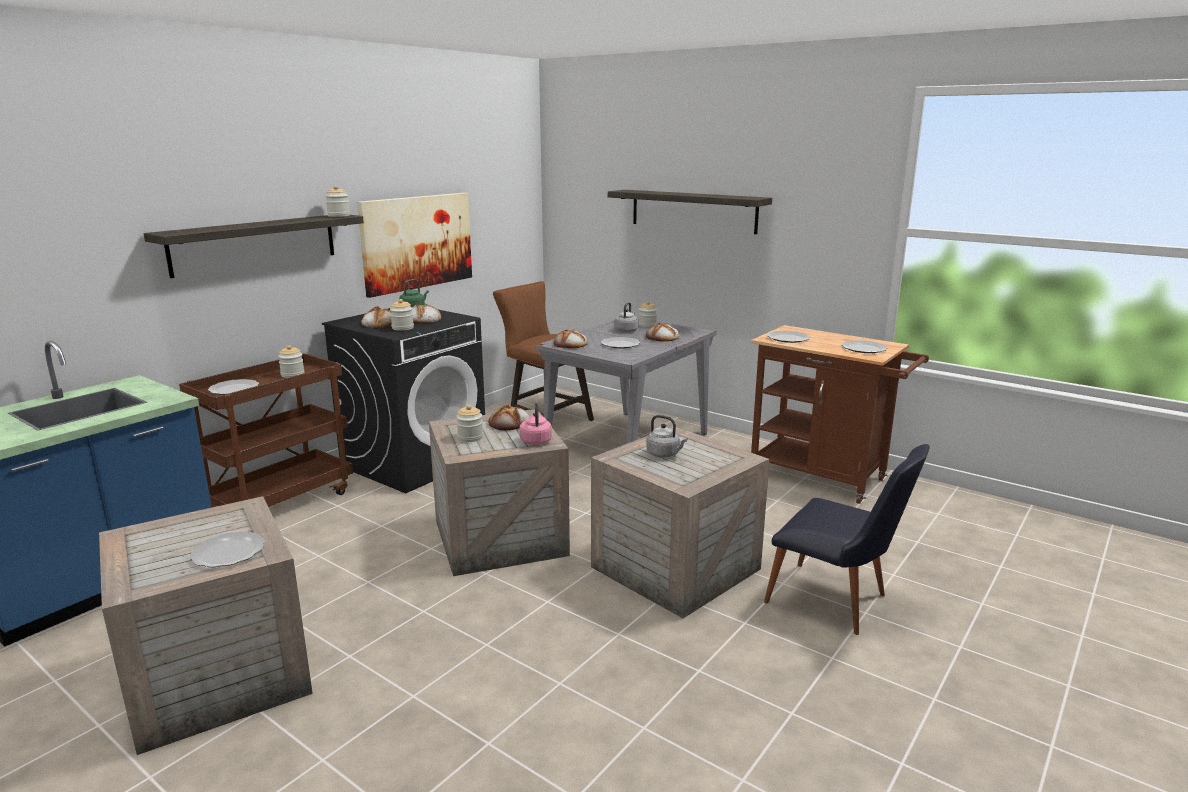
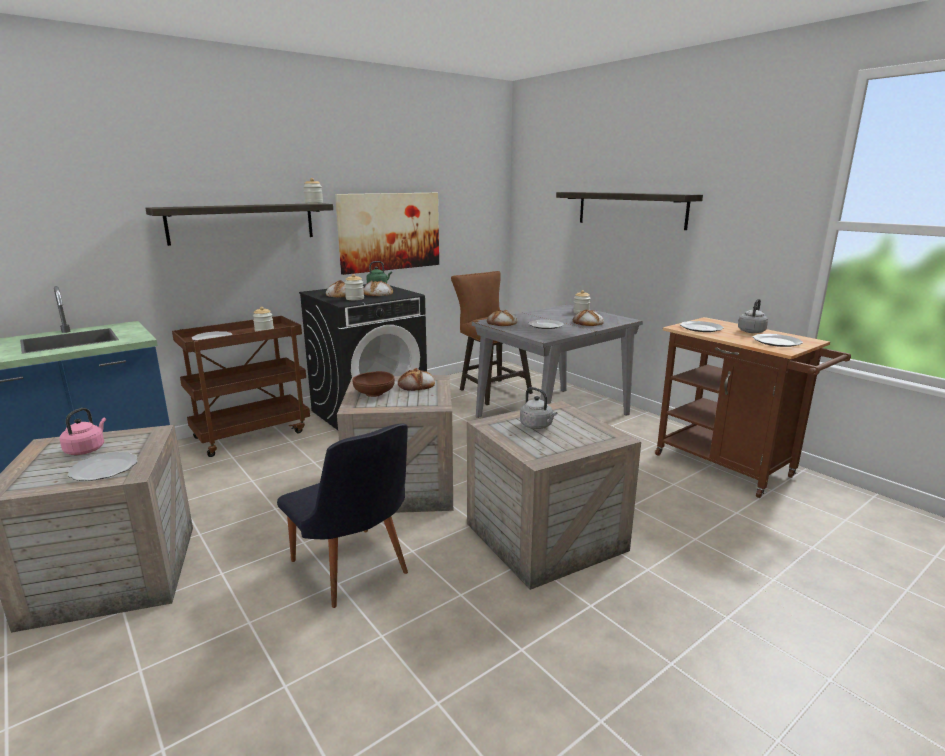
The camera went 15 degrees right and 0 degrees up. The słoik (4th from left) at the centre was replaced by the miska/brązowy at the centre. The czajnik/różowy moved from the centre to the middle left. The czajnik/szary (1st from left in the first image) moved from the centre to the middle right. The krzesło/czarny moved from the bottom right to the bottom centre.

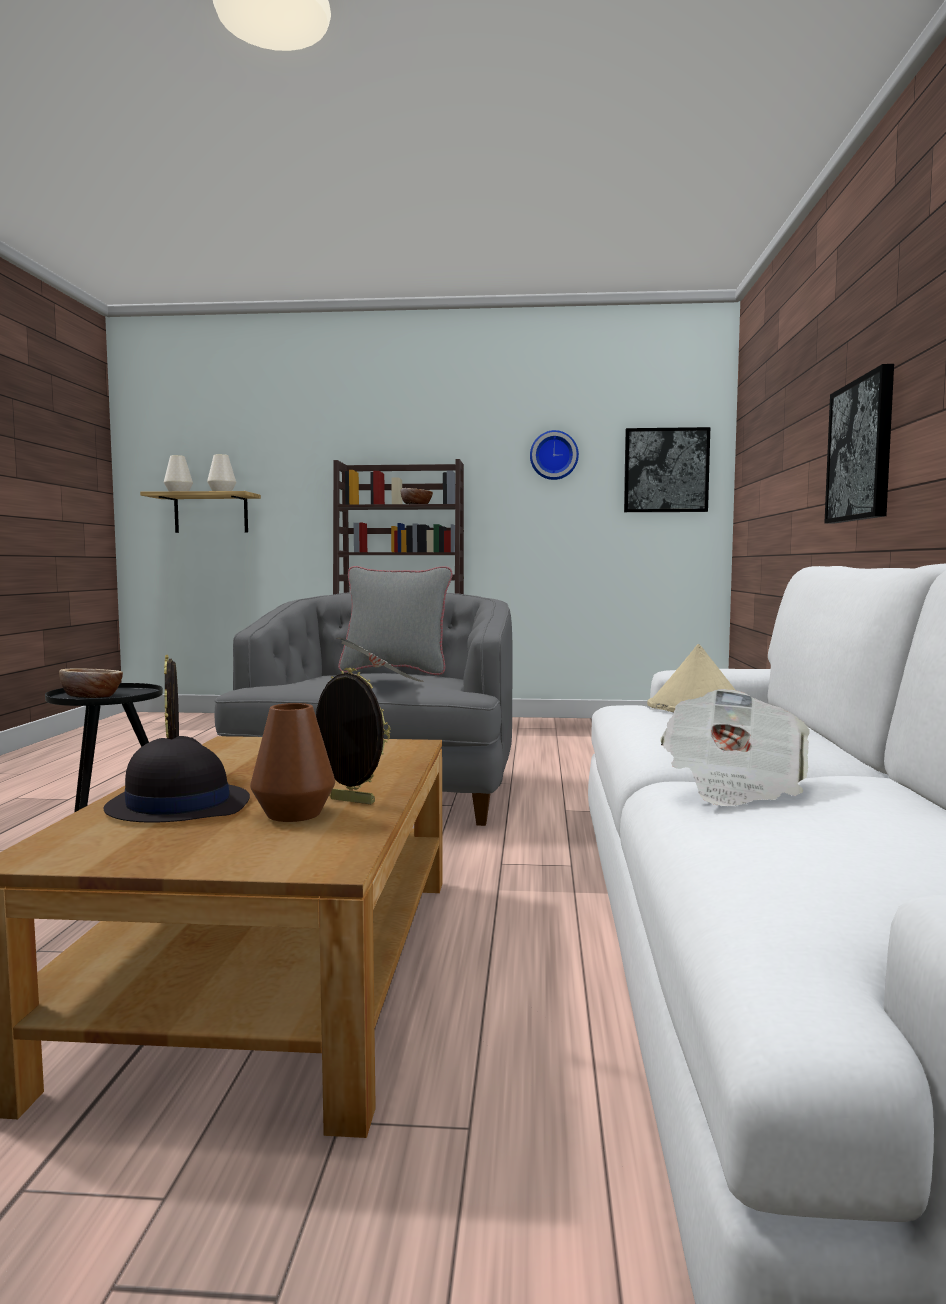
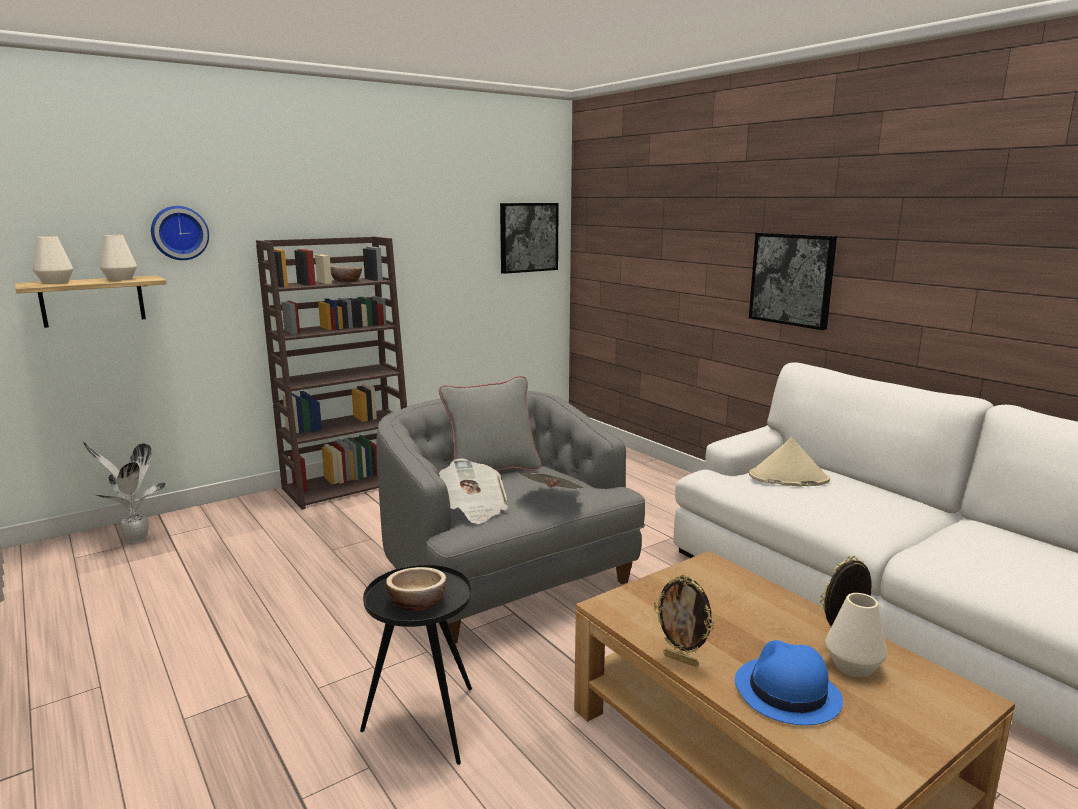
The camera went 40 degrees left and 10 degrees up. The kapelusz/czarny at the middle left became the kapelusz/niebieski at the bottom right. The wazon/brązowy at the middle left became the wazon/biały (3rd from left) at the bottom right. The zegar ścienny moved from the centre to the top left. The gazeta (2nd from left in the first image) moved from the middle right to the centre. The roślina doniczkowa at the middle left appeared.

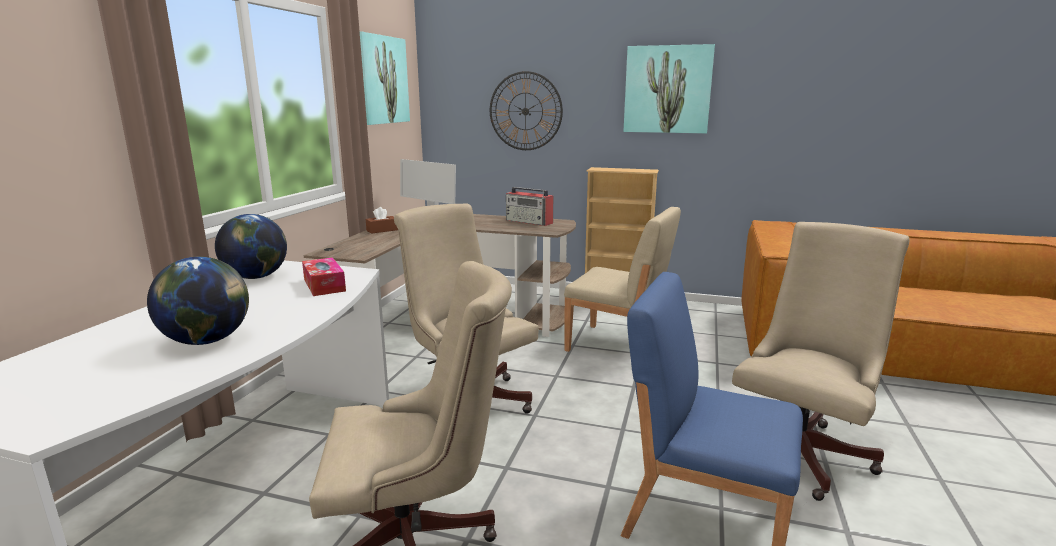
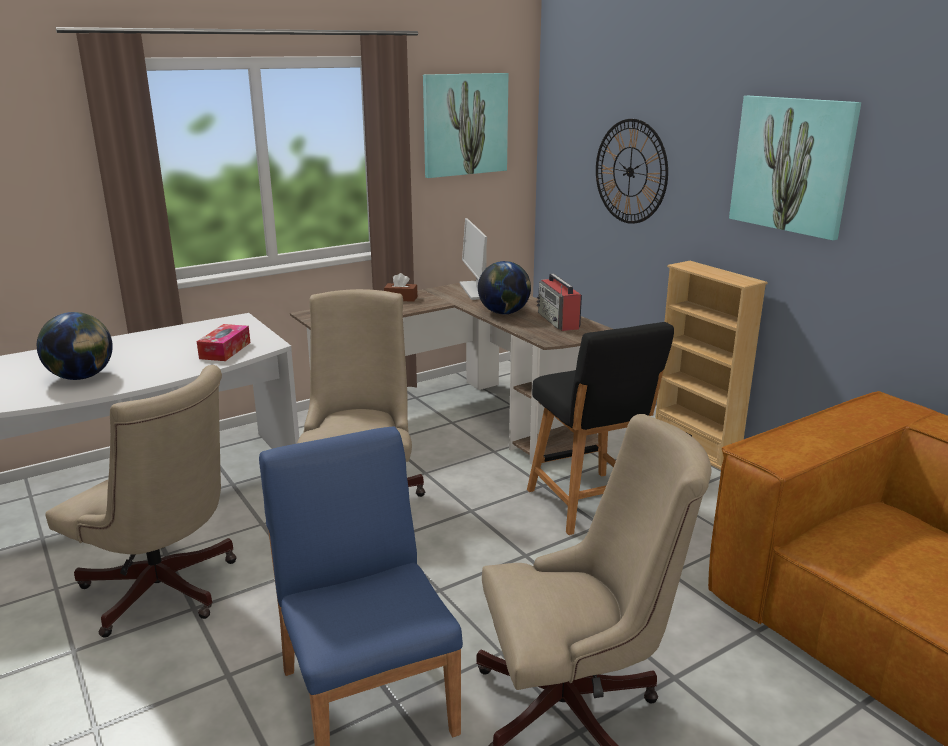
The camera went 40 degrees right and 5 degrees up. The globus (2nd from left) moved from the middle left to the centre. The krzesło/beżowy at the centre was replaced by the stołek/czarny at the centre.

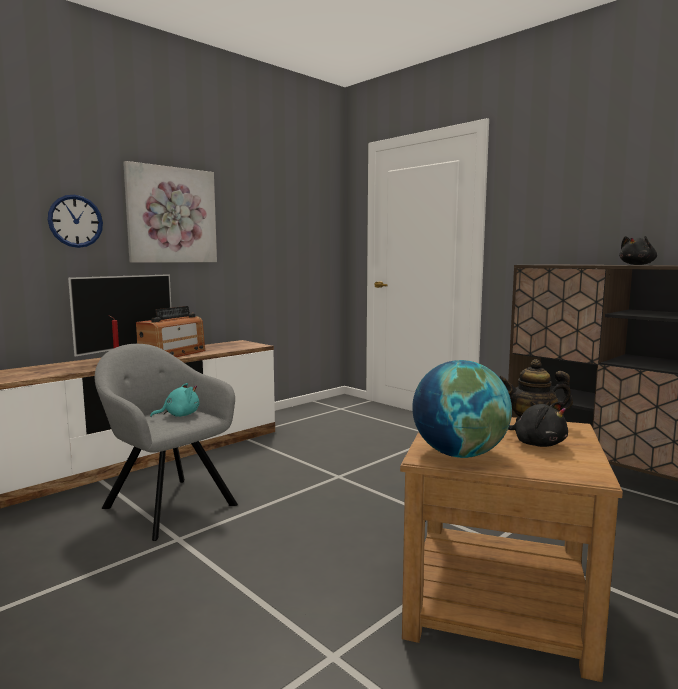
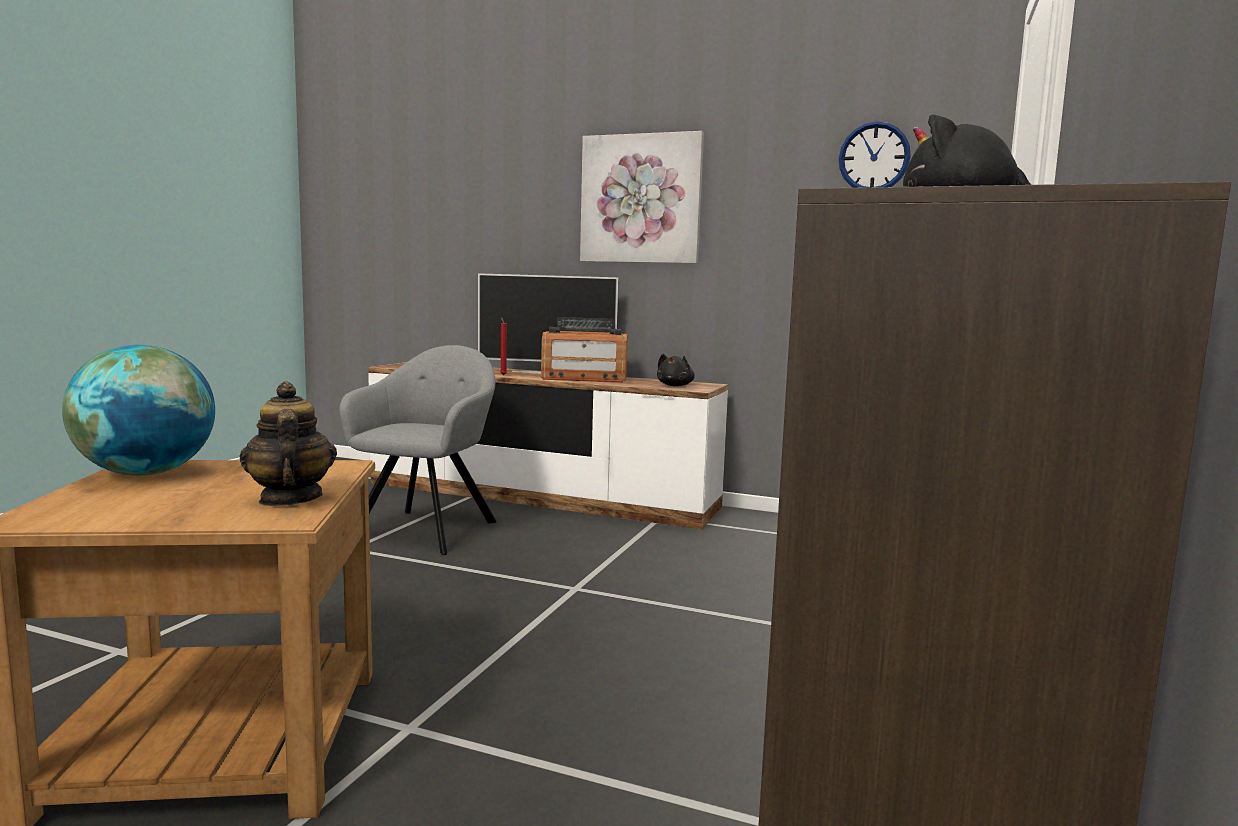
The camera went 65 degrees right and 0 degrees up. The zegar ścienny moved from the top left to the top right. The pluszak/turkusowy at the middle left disappeared. The pluszak/czarny (1st from left) moved from the middle right to the centre.

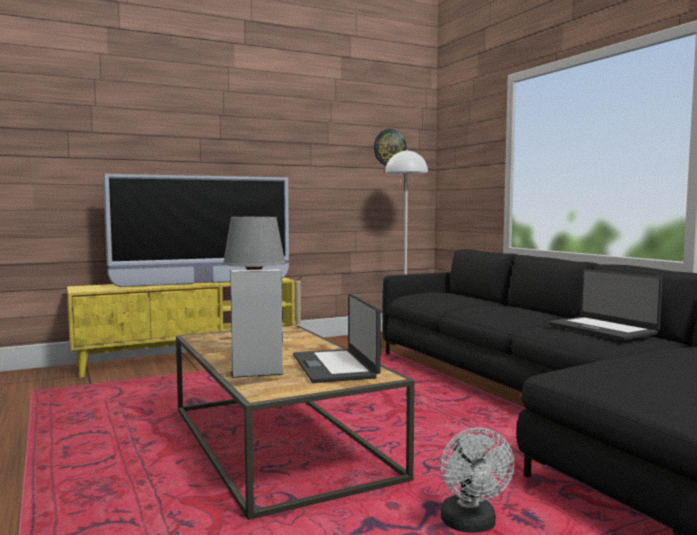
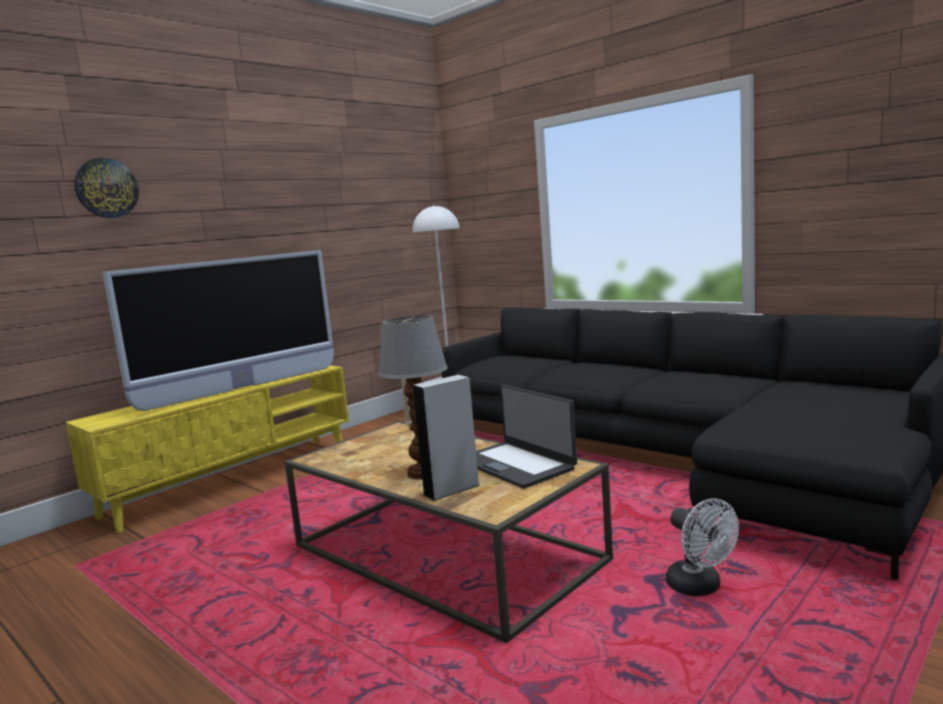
The camera went 20 degrees left and 5 degrees up. The zegar ścienny moved from the top centre to the top left. The laptop (2nd from left) at the middle right disappeared.

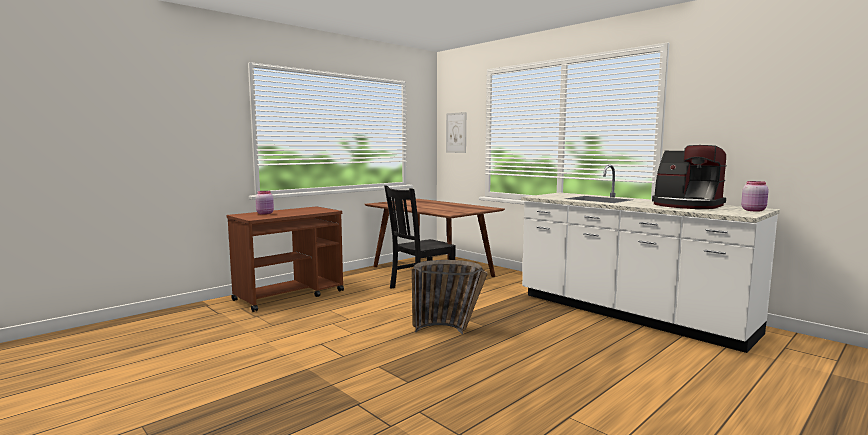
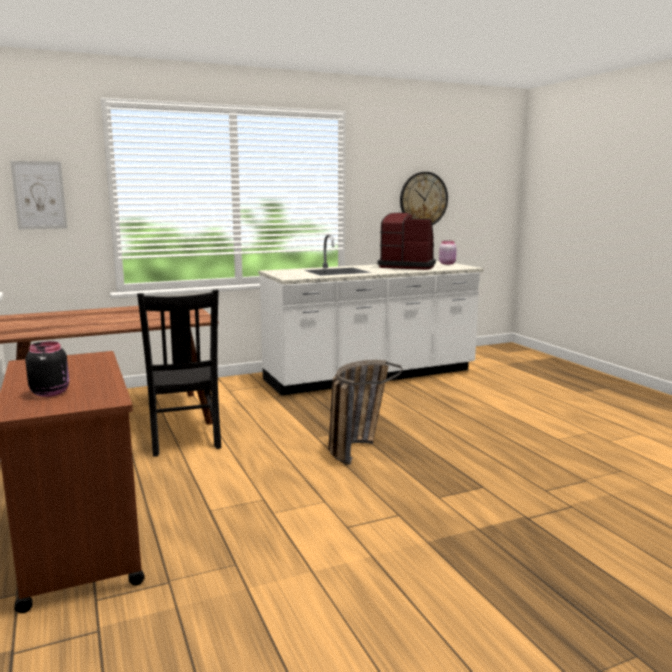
The camera went 70 degrees left and 5 degrees up. The słoik/różowy (1st from left) at the middle left became the słoik/czarny at the middle left. The ekspres do kawy at the middle right turned 135 degrees counterclockwise. The zegar ścienny at the top centre appeared.

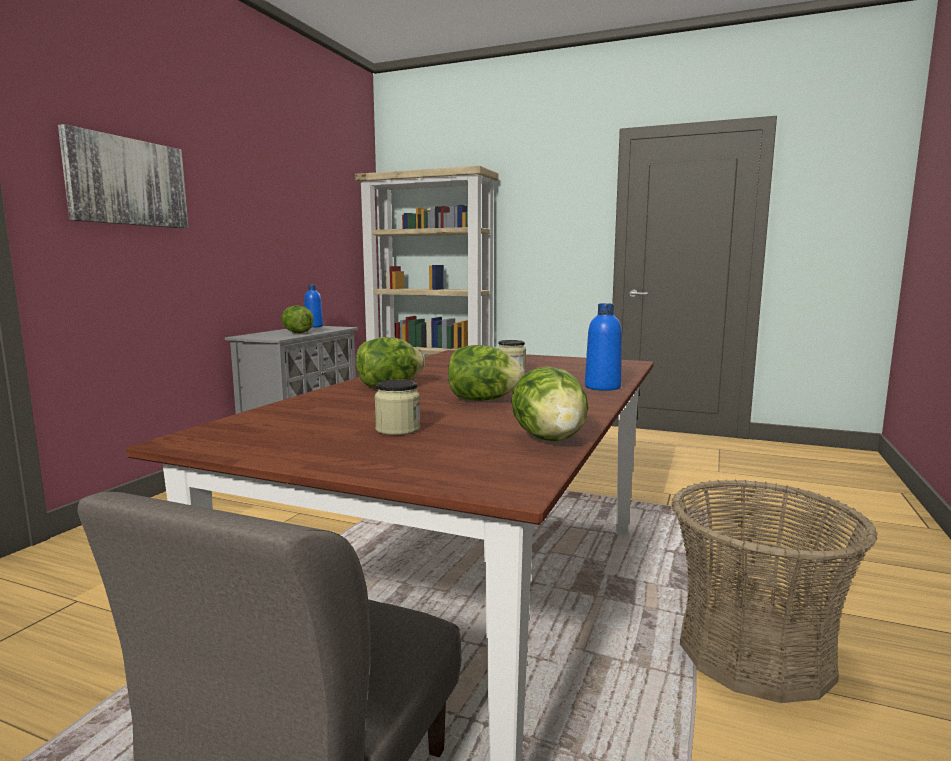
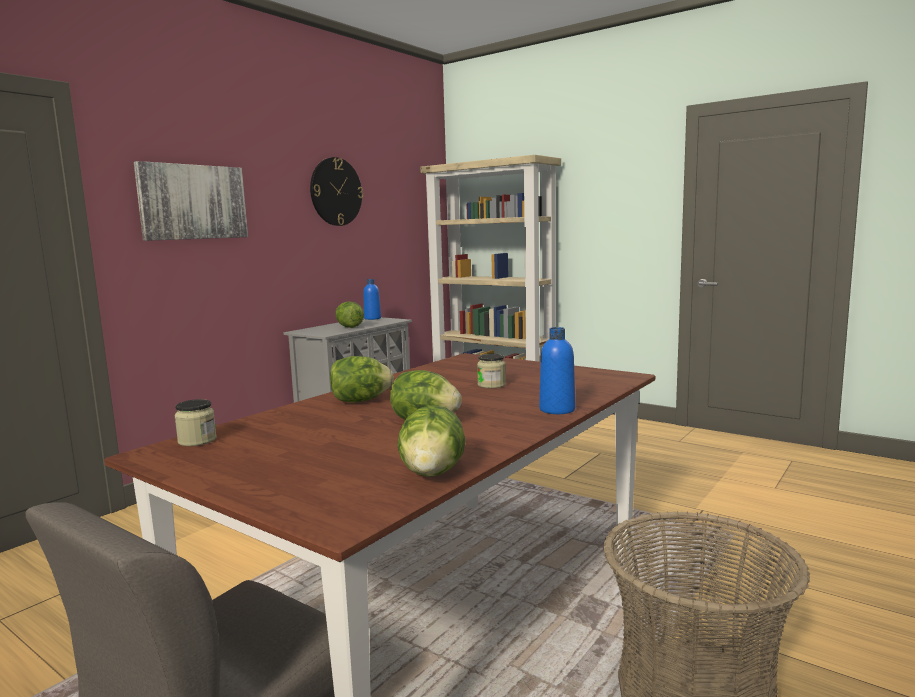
The camera went 15 degrees right and 0 degrees up. The słoik (1st from left) moved from the centre to the middle left. The zegar ścienny at the top centre appeared.

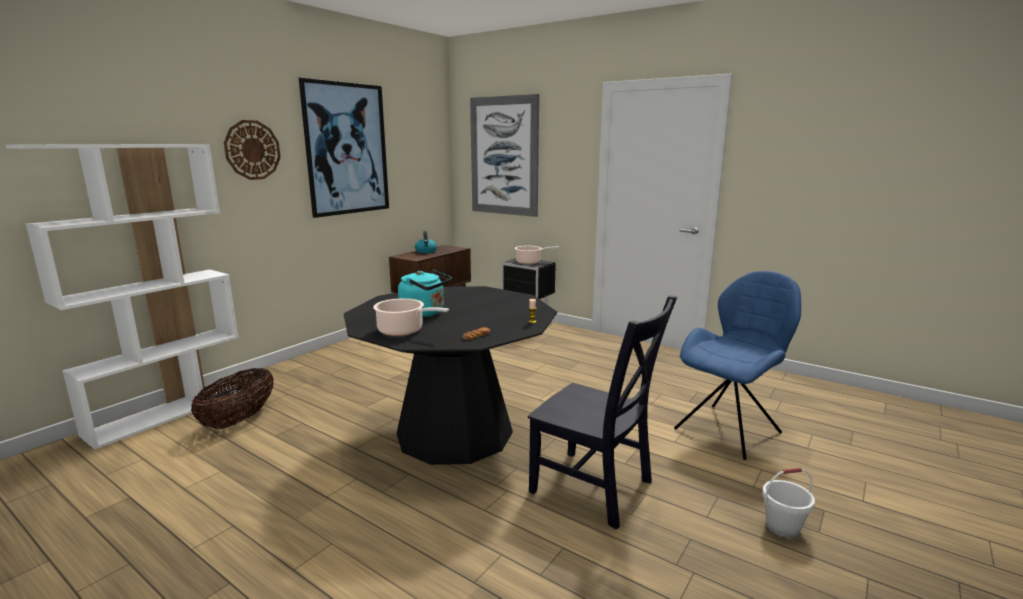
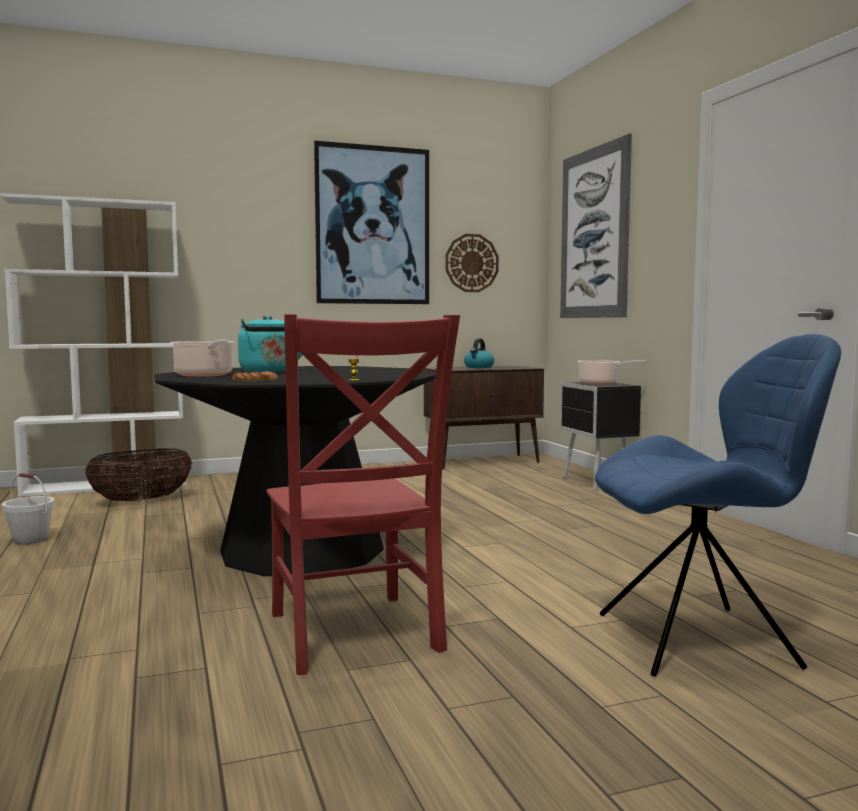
The camera went 35 degrees right and 10 degrees down. The zegar ścienny moved from the top left to the top centre. The krzesło/czarny at the bottom centre became the krzesło/czerwony at the centre. The wiadro/biały moved from the bottom right to the middle left.

